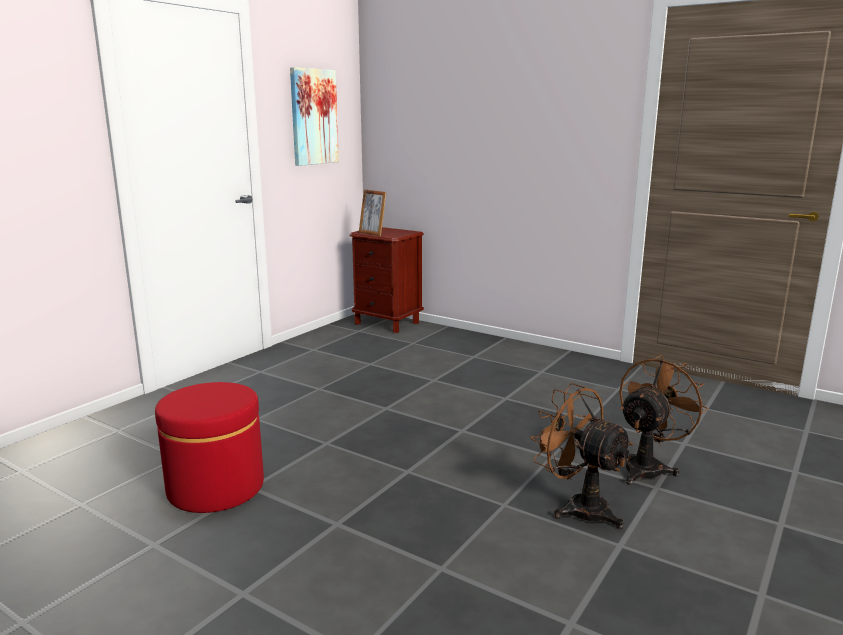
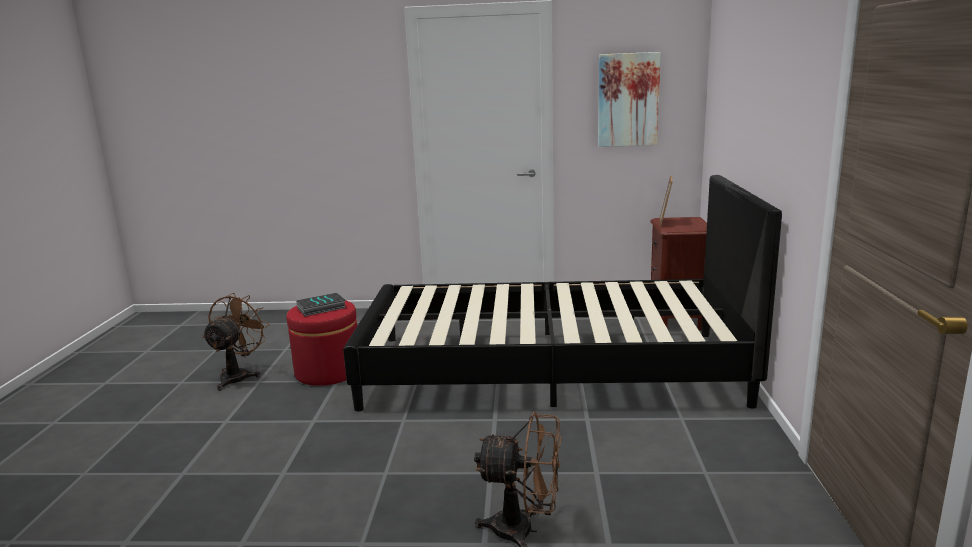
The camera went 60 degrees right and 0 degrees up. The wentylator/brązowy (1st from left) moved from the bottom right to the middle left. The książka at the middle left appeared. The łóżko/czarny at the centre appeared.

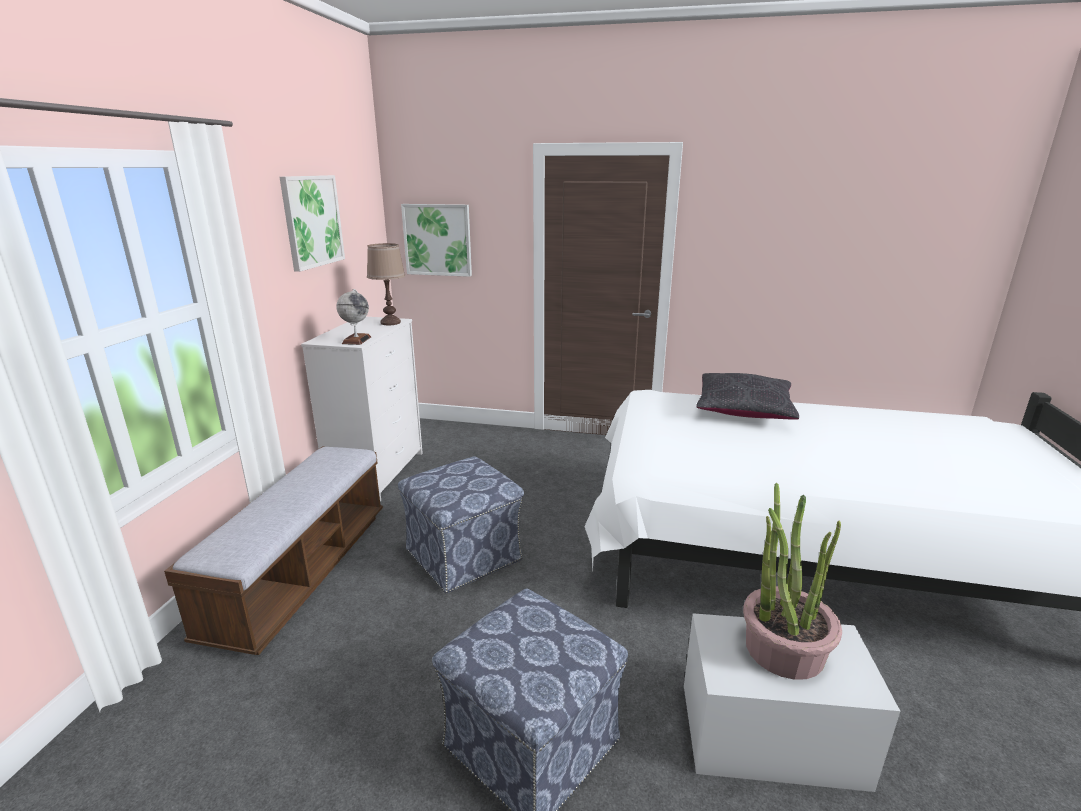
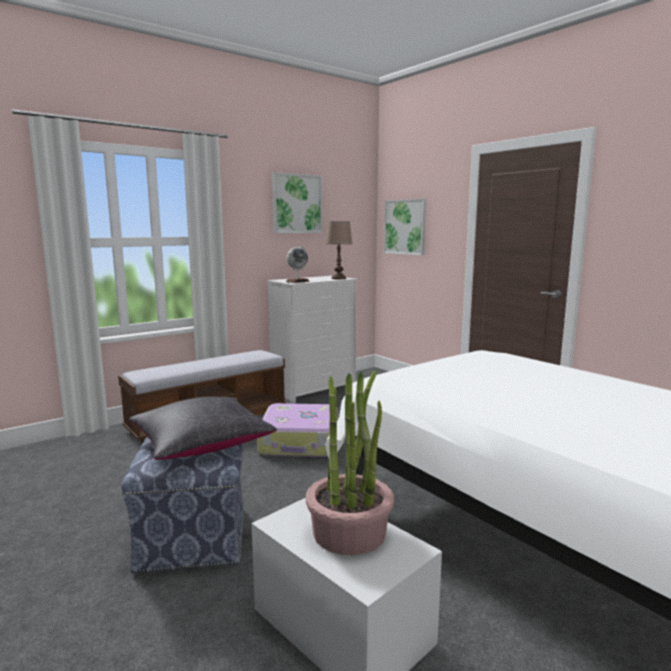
The camera went 40 degrees right and 10 degrees down. The pufa (1st from left) at the centre was replaced by the walizka at the centre. The poduszka/czarny moved from the middle right to the middle left.

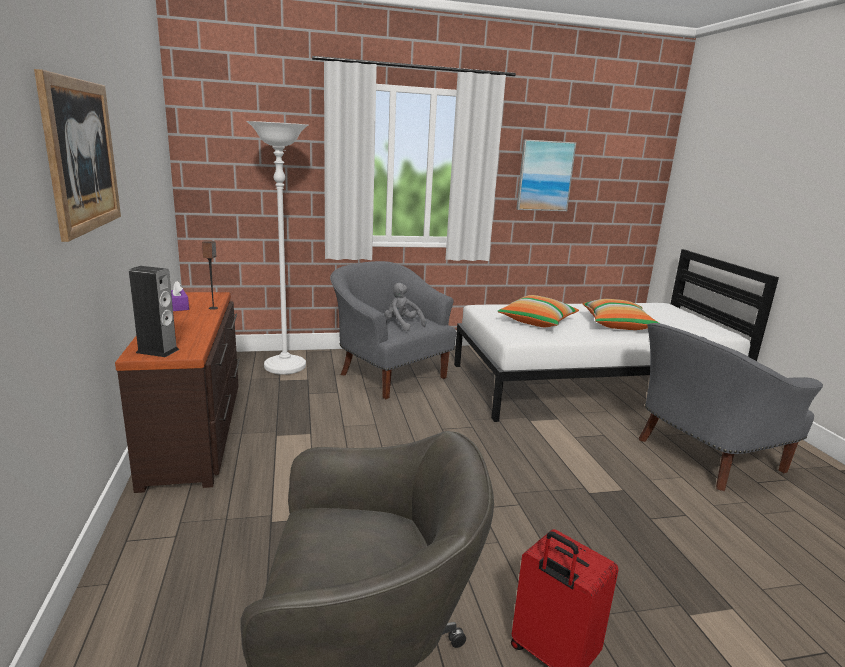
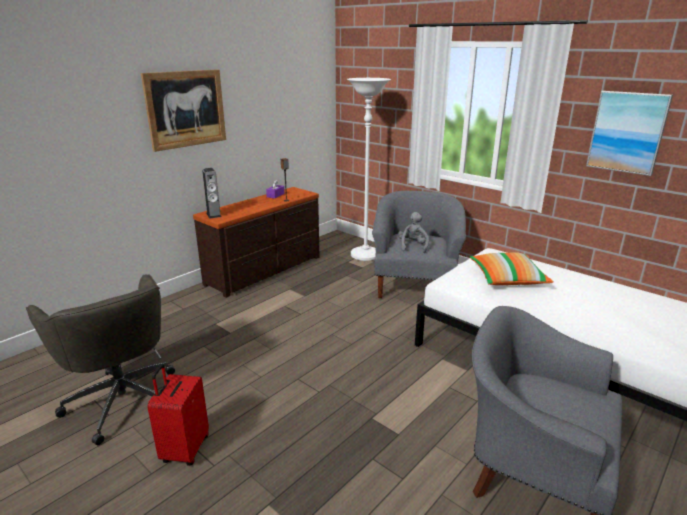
The camera went 55 degrees right and 5 degrees up. The poduszka (2nd from left) at the middle right disappeared.

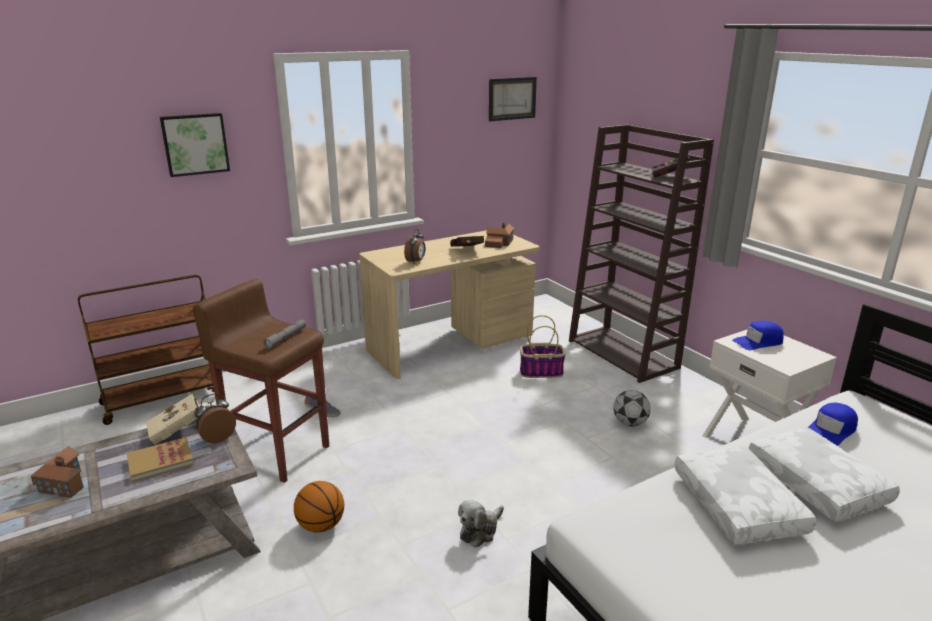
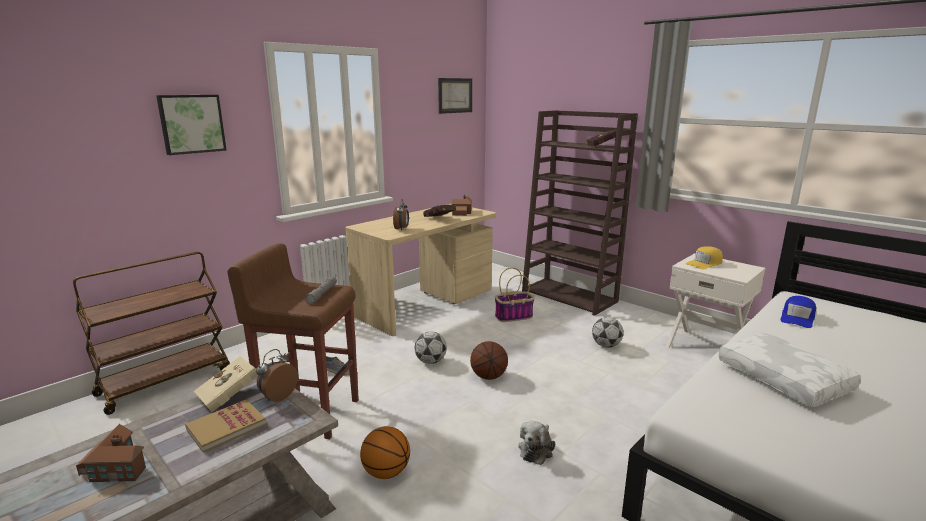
The camera went 15 degrees left and 5 degrees down. The czapka z daszkiem/niebieski (1st from left) at the middle right became the czapka z daszkiem/żółty at the middle right. The poduszka/biały (2nd from left) at the bottom right disappeared. The piłka futbolowa (1st from left) at the centre appeared. The piłka do koszykówki (2nd from left) at the bottom centre appeared.

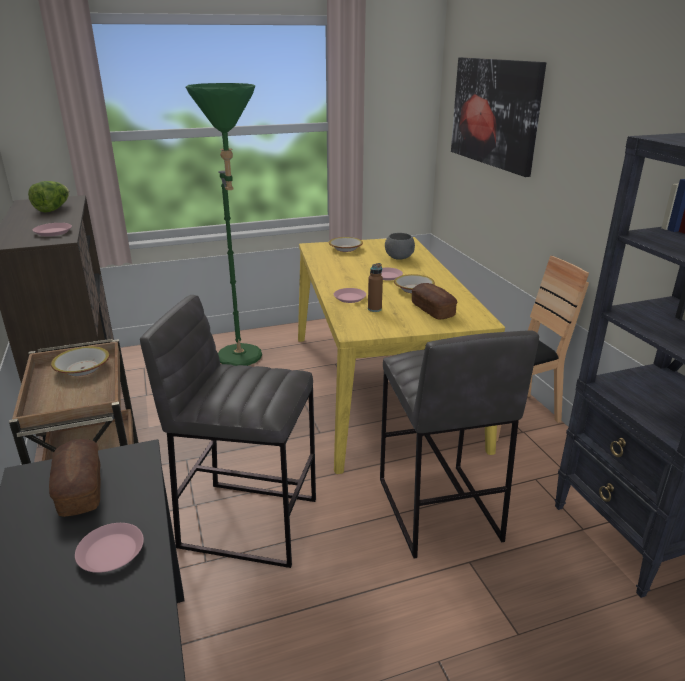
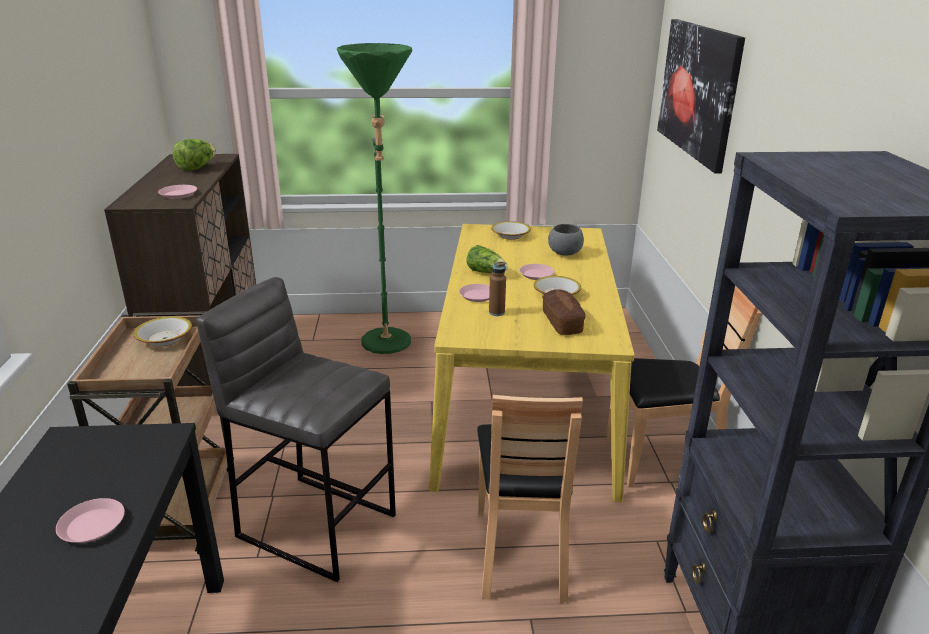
The camera went 15 degrees right and 0 degrees up. The chleb (1st from left) at the bottom left disappeared. The stołek/szary (2nd from left) at the middle right was replaced by the krzesło/brązowy (1st from left) at the bottom centre. The sałata (2nd from left) at the centre appeared.

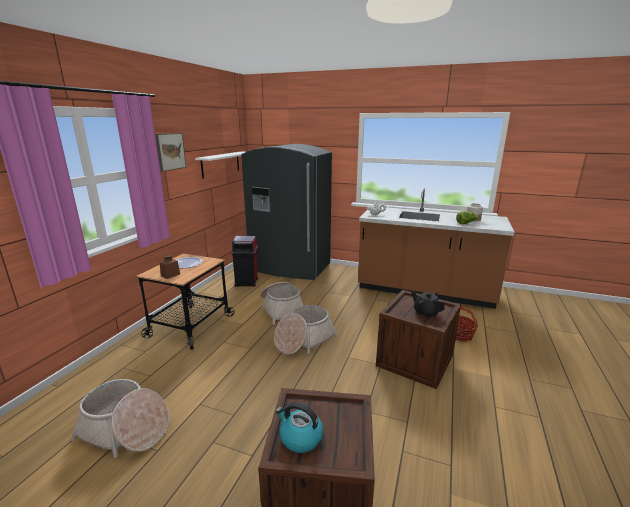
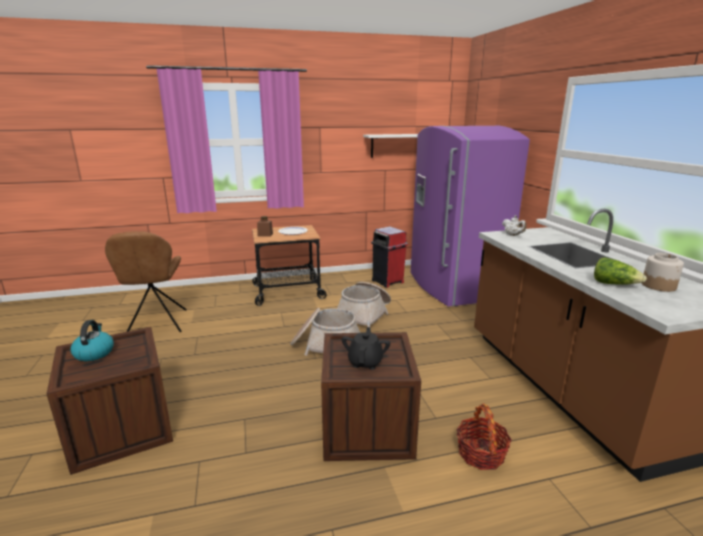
The camera went 55 degrees right and 0 degrees up. The koszyk (1st from left) at the bottom left was replaced by the krzesło/brązowy at the middle left. The obraz at the top left disappeared. The lodówka/szary at the centre became the lodówka/fioletowy at the middle right.

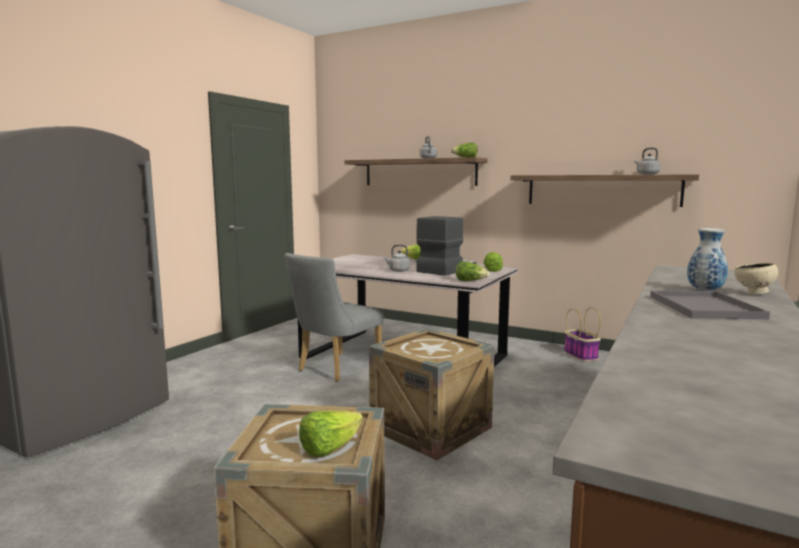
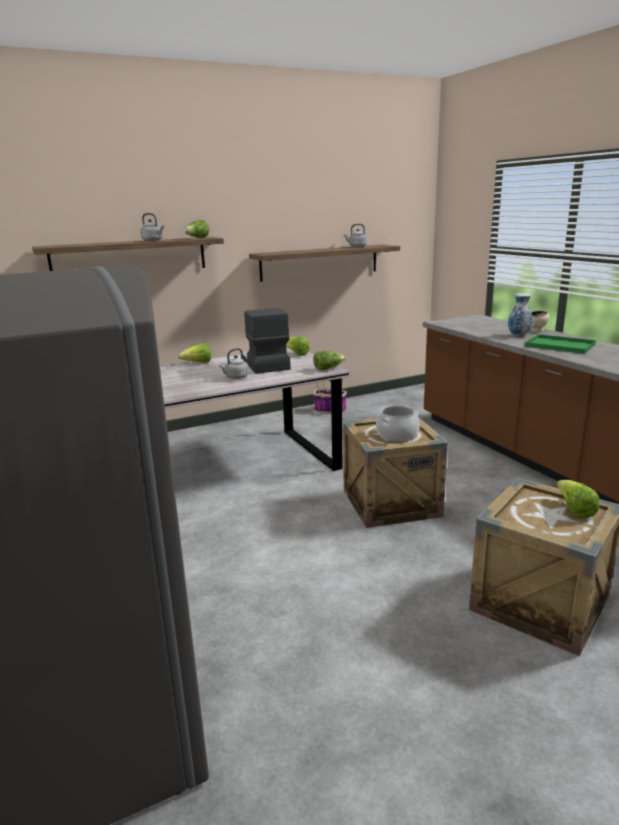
The camera went 55 degrees left and 10 degrees up. The krzesło/szary at the centre disappeared. The taca/szary at the middle right became the taca/zielony at the middle right. The garnek at the centre appeared.

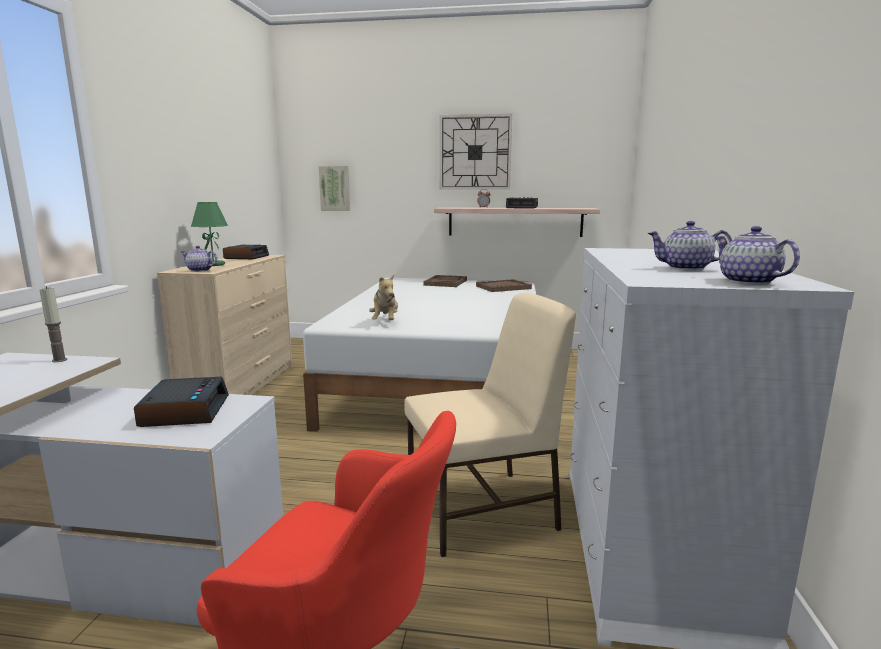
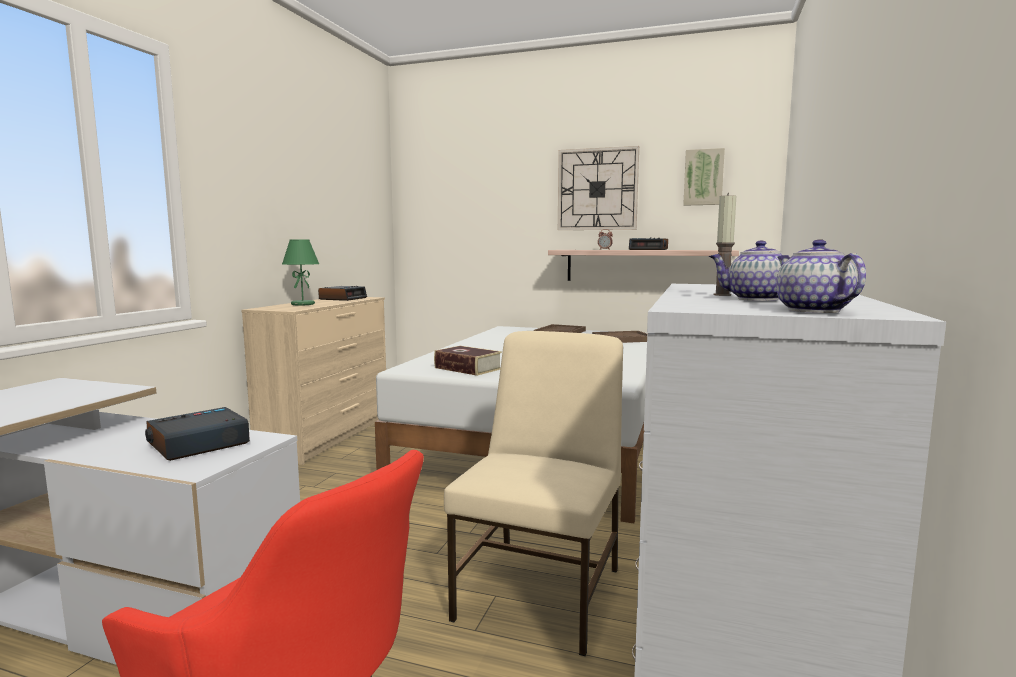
The camera went 10 degrees right and 5 degrees down. The świeca moved from the middle left to the middle right. The budzik (1st from left) at the middle left turned 135 degrees counterclockwise. The imbryk (1st from left) at the middle left disappeared. The obraz moved from the top centre to the top right. The pluszak at the centre was replaced by the książka at the centre. The krzesło/beżowy at the centre turned 60 degrees counterclockwise.

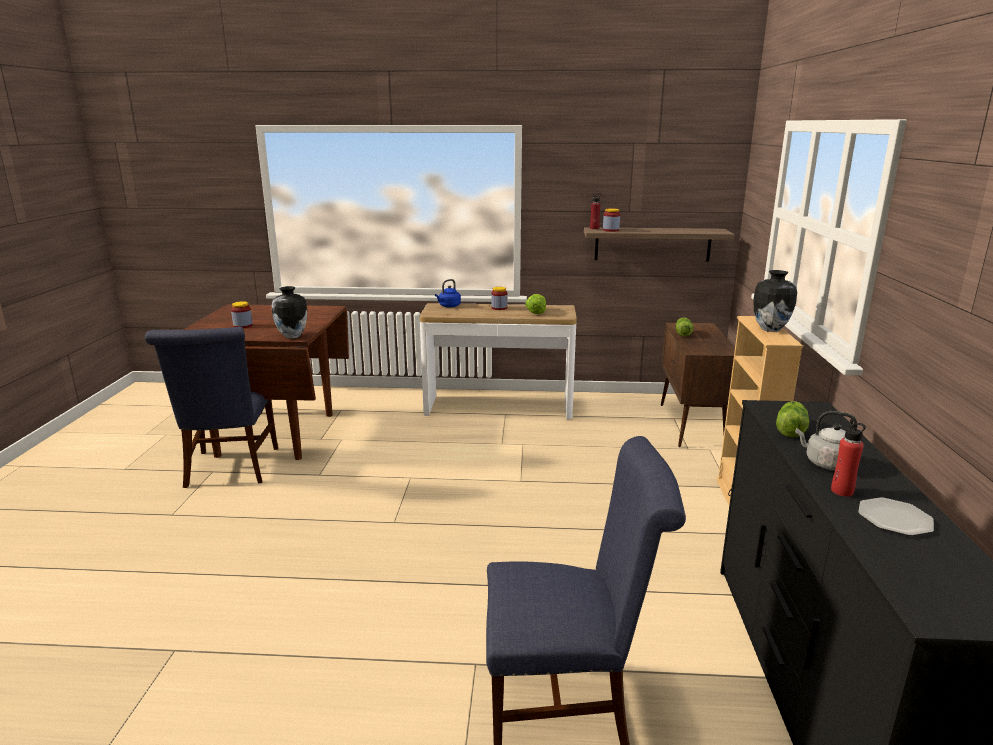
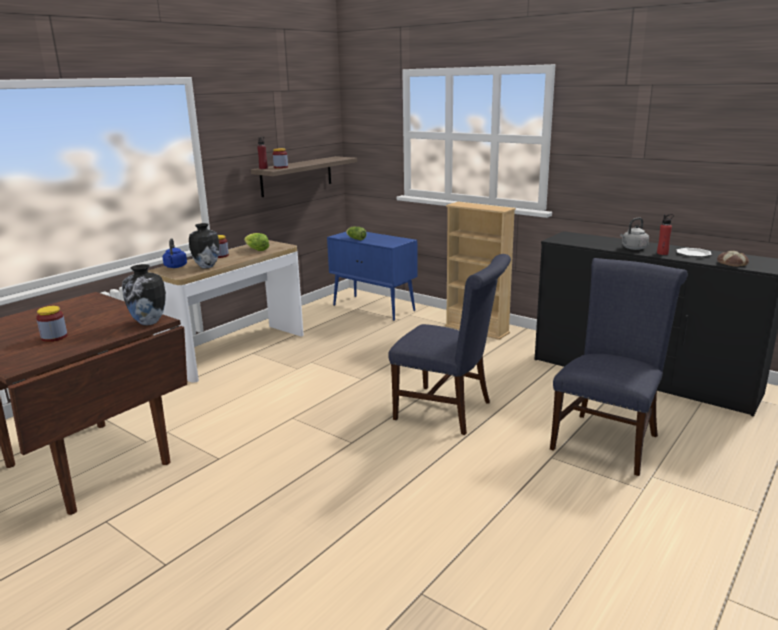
The camera went 55 degrees left and 0 degrees up. The krzesło/niebieski (1st from left) moved from the middle left to the centre. The szafka/brązowy at the middle right became the szafka/niebieski at the centre. The wazon (2nd from left) moved from the middle right to the middle left. The sałata (3rd from left) at the middle right disappeared. The chleb at the middle right appeared.

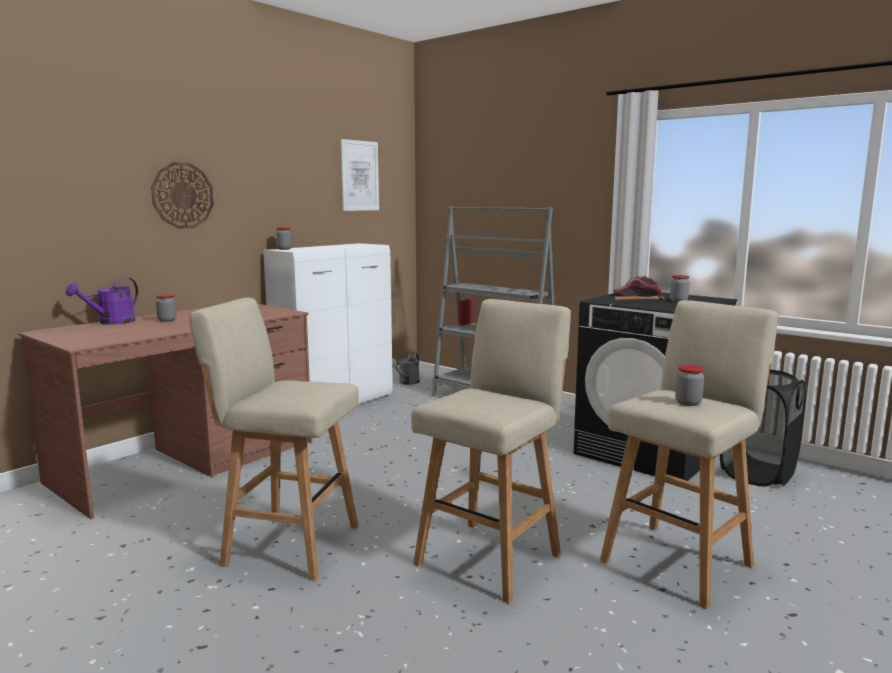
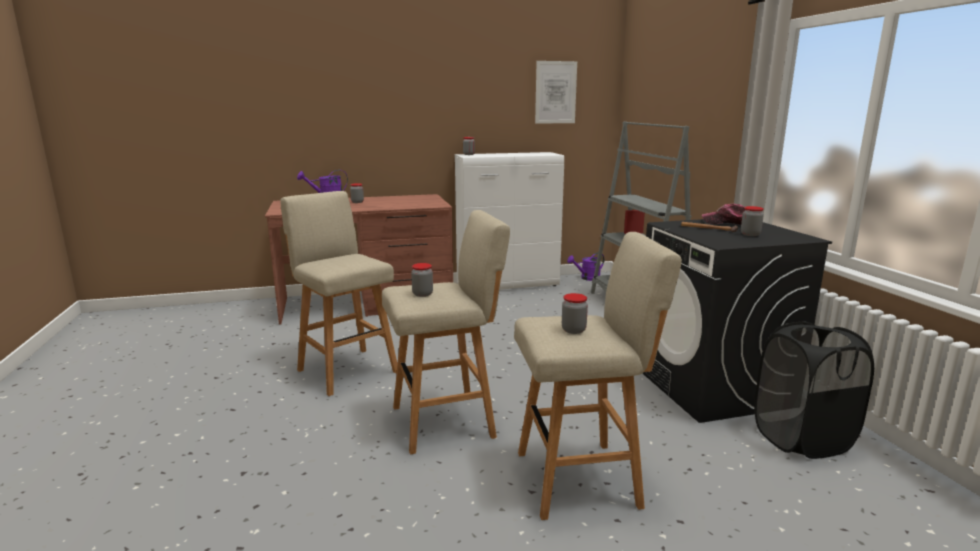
The camera went 35 degrees right and 5 degrees up. The zegar ścienny at the top left disappeared. The konewka/szary at the centre became the konewka/fioletowy (2nd from left) at the centre. The słoik (2nd from left) at the centre appeared.

